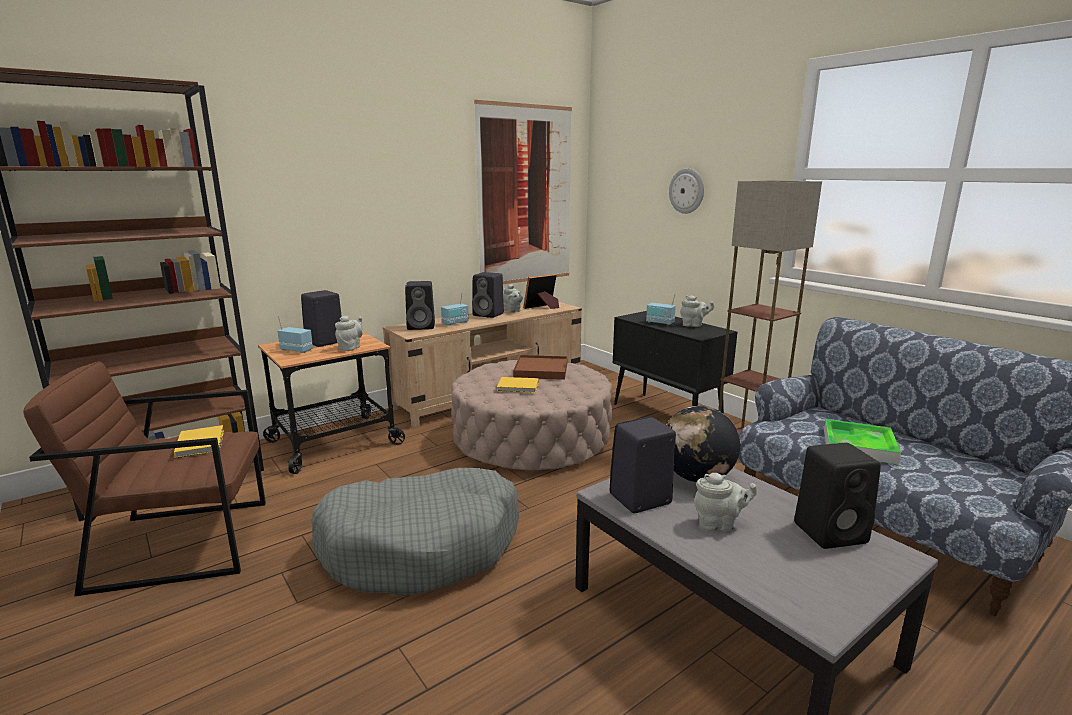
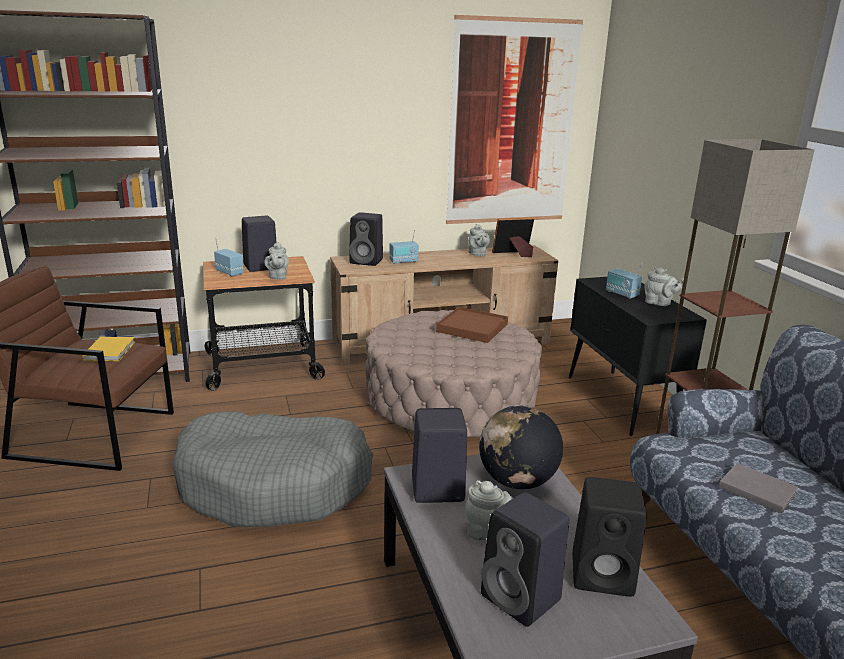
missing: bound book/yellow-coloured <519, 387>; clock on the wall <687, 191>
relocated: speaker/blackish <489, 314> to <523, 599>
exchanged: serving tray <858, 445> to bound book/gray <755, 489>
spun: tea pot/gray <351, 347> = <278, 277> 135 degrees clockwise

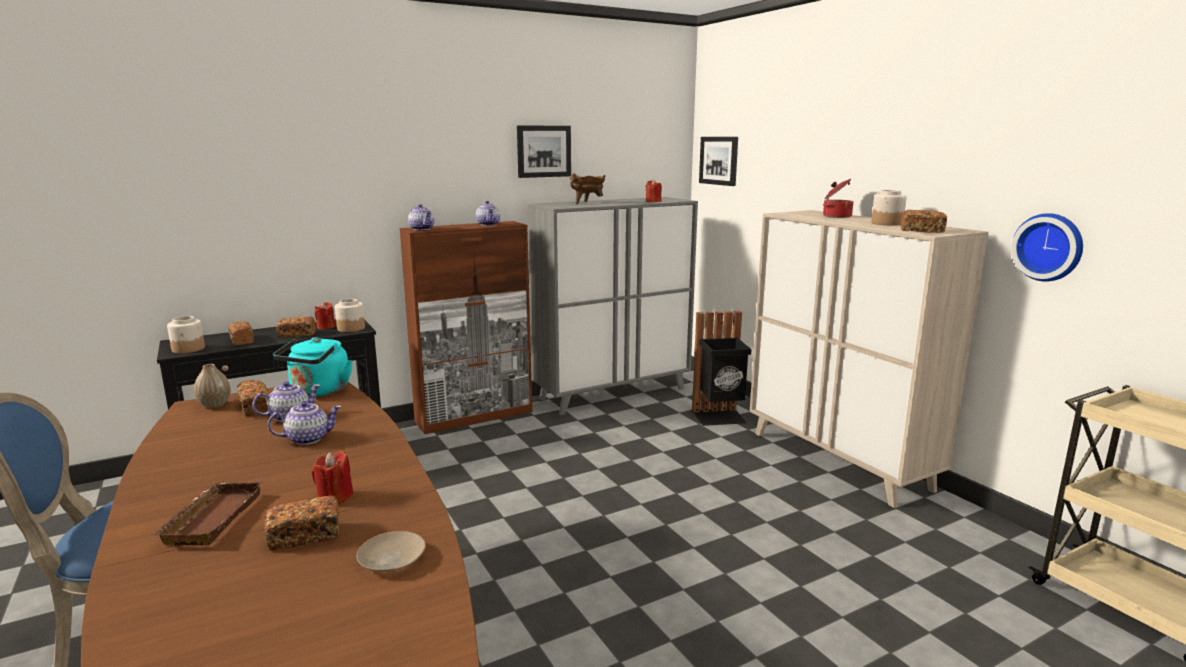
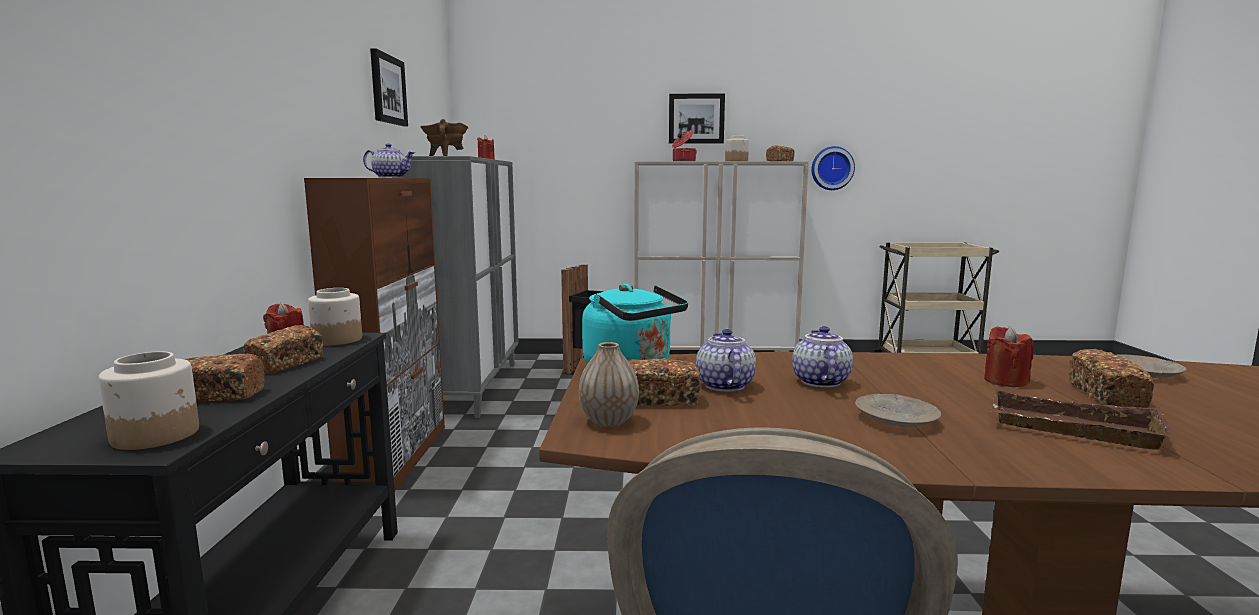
missing: tea pot <422, 229>
appeared: plate/beige <896, 419>
relocated: wall picture <719, 160> to <696, 119>

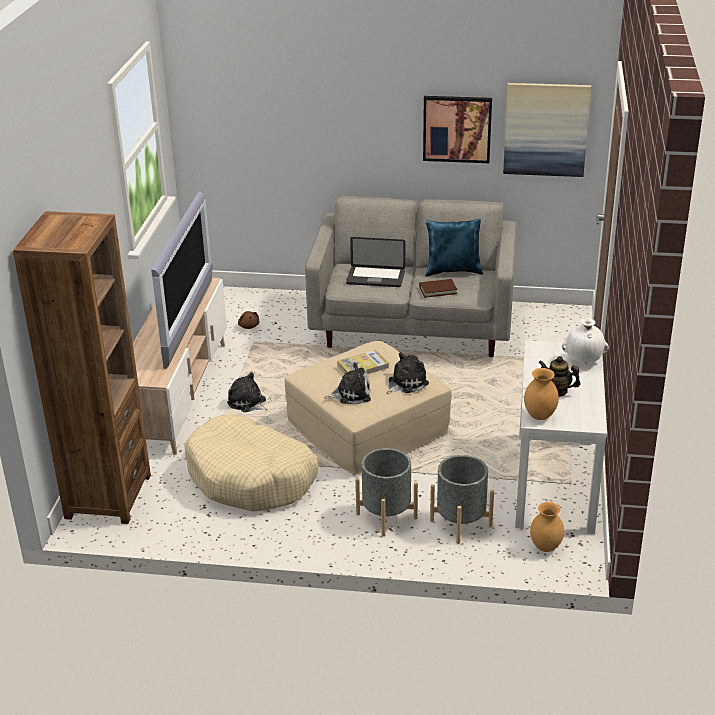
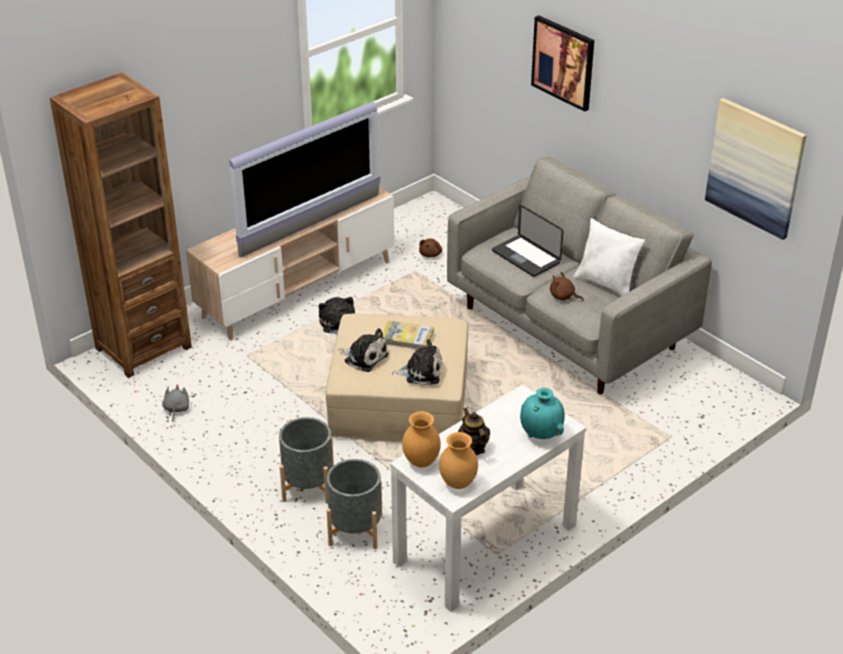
missing: dog cushion/beige <251, 477>
appeared: plush toy/gray <176, 410>
relocated: flower vase/brown <546, 547> to <458, 483>; wall picture <457, 128> to <563, 62>
exchanged: bound book/brown <438, 290> to plush toy/brown <563, 297>
colour: flower vase/white <584, 362> to flower vase/turquoise-coloured <541, 435>; pillow/blue-coloured <453, 271> to pillow/white <607, 284>

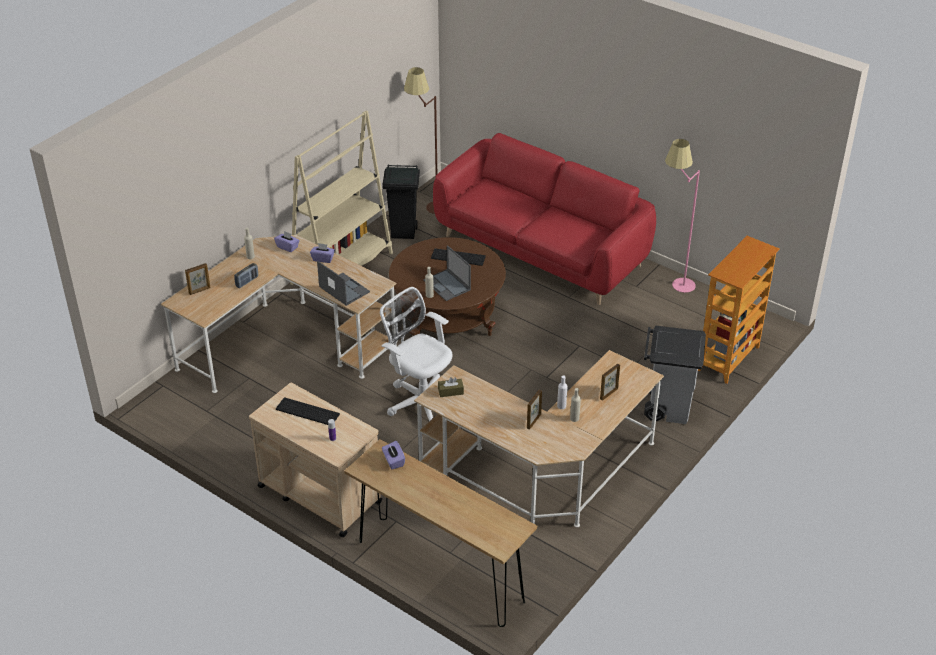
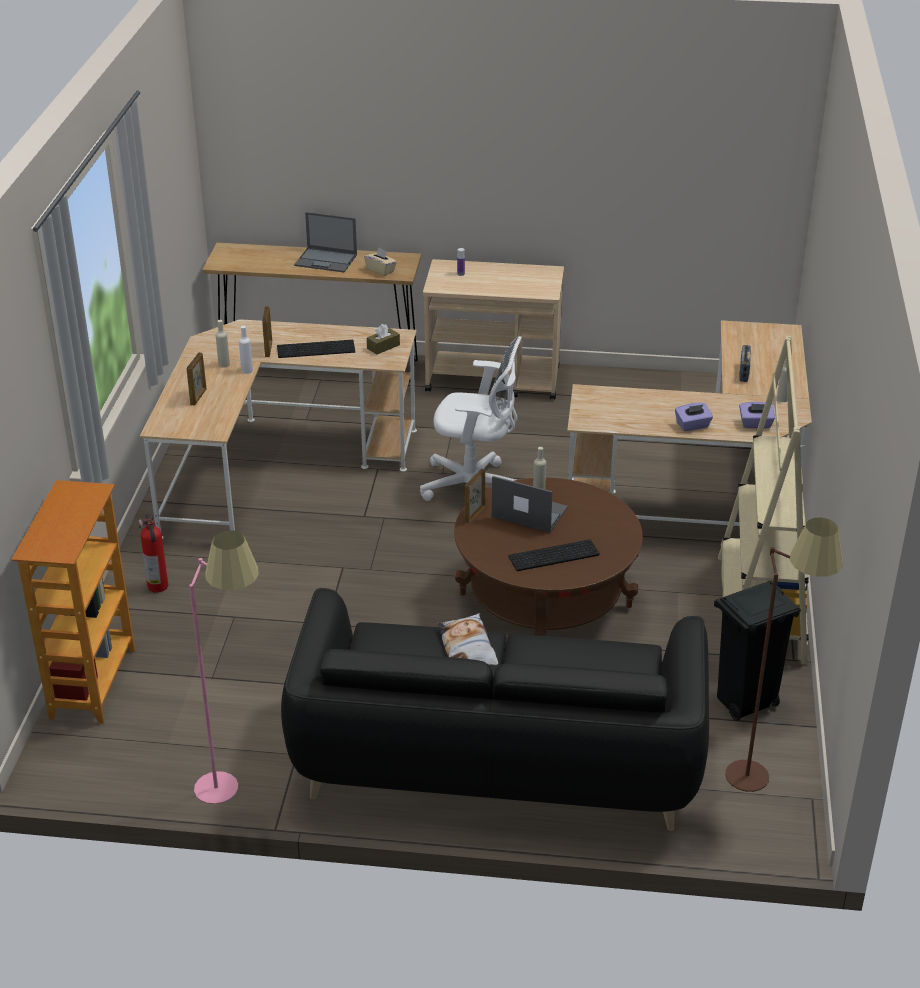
appeared: pillow <468, 648>
relocated: keyboard <306, 412> to <316, 348>; notebook computer <343, 289> to <326, 260>; standing frame <199, 291> to <474, 514>
exchanged: trash can/gray <667, 406> to fire-fighting cylinder <158, 587>
colour: settee/red-coloured <541, 251> to settee/blackish <497, 760>; tissue box/purplish <393, 461> to tissue box/beige <381, 270>

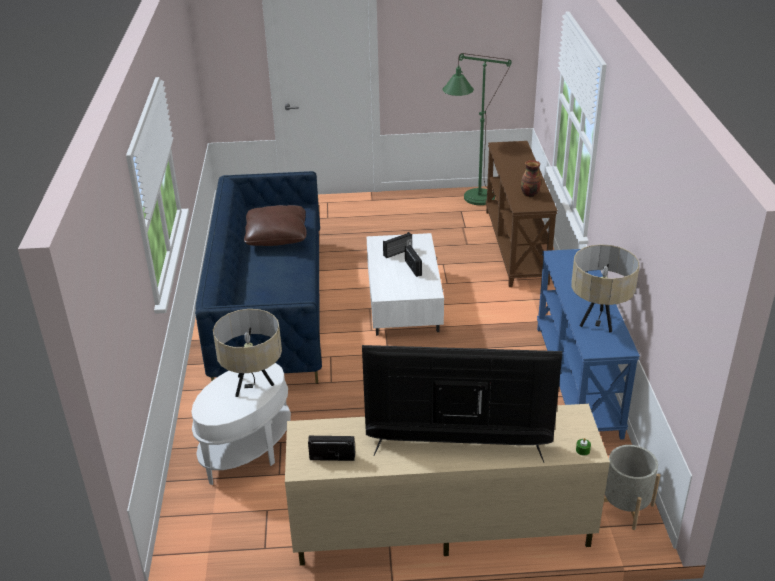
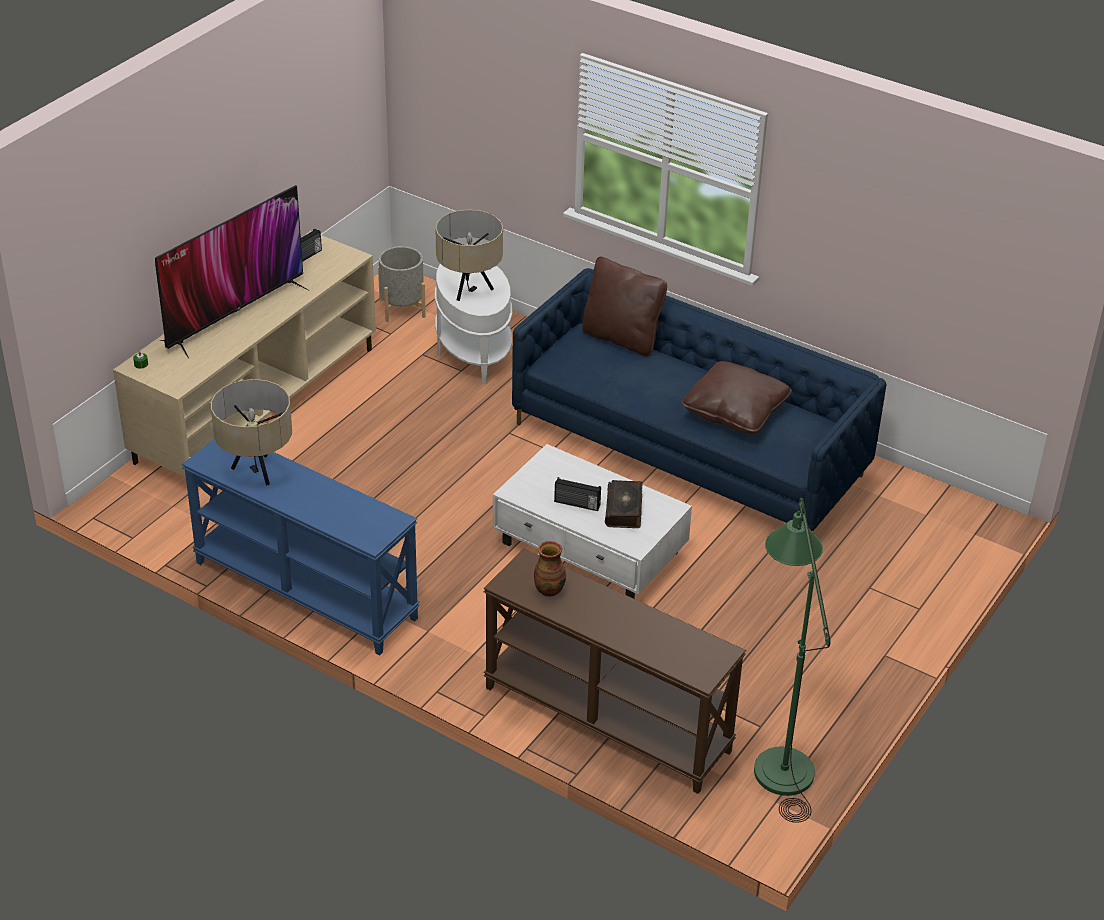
appeared: pillow/brown <622, 338>
relocated: flower pot/gray <625, 507> to <402, 308>
exchanged: radio receiver <398, 252> to bound book <624, 510>

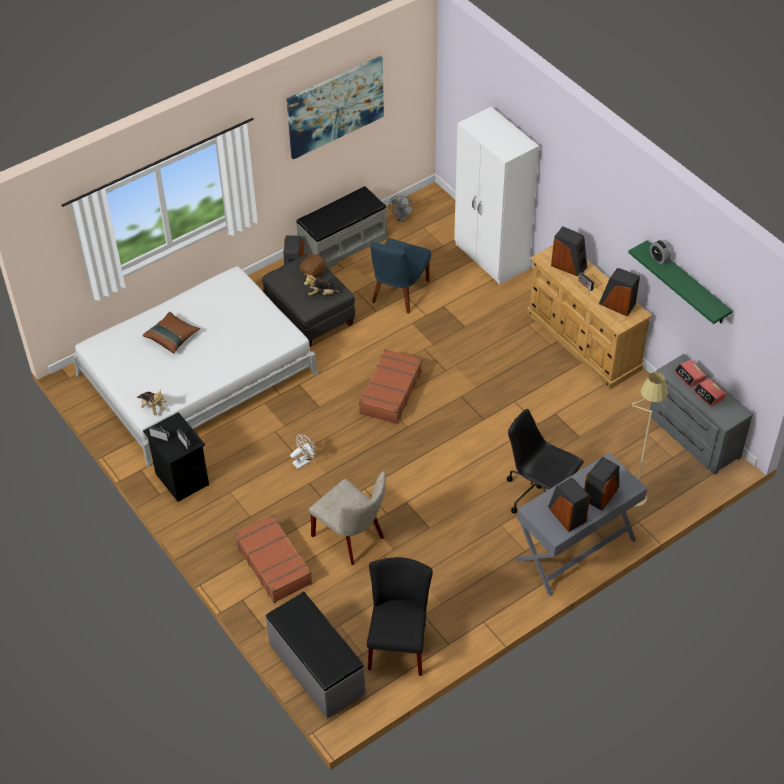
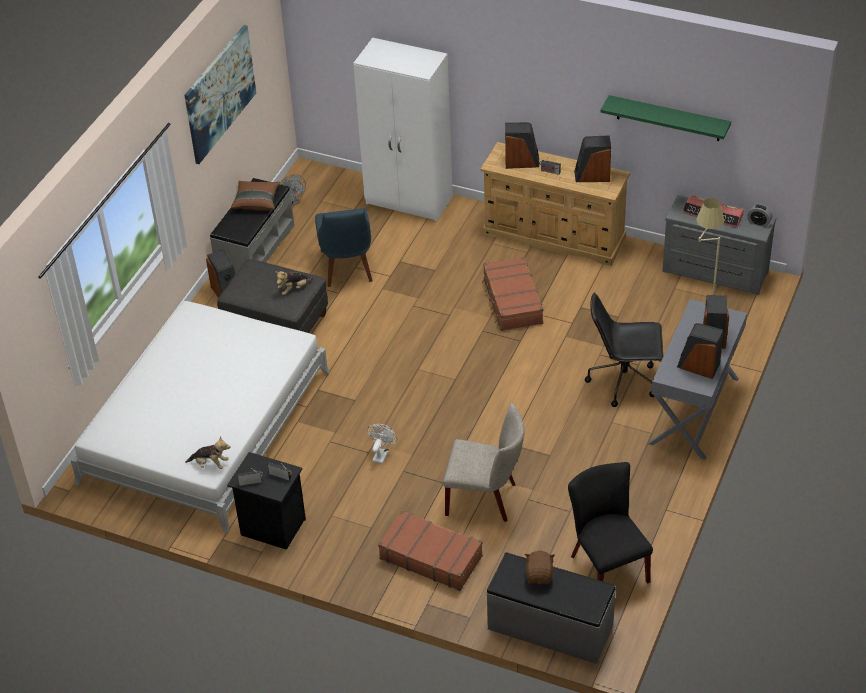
relocated: pillow/brown <172, 338> to <257, 202>; travel case/brown <390, 392> to <512, 301>; plush toy/brown <313, 273> to <539, 575>; table clock <659, 258> to <759, 222>

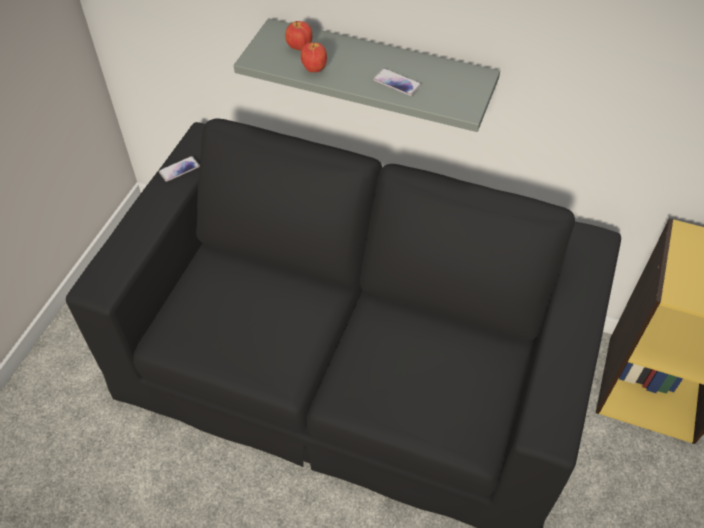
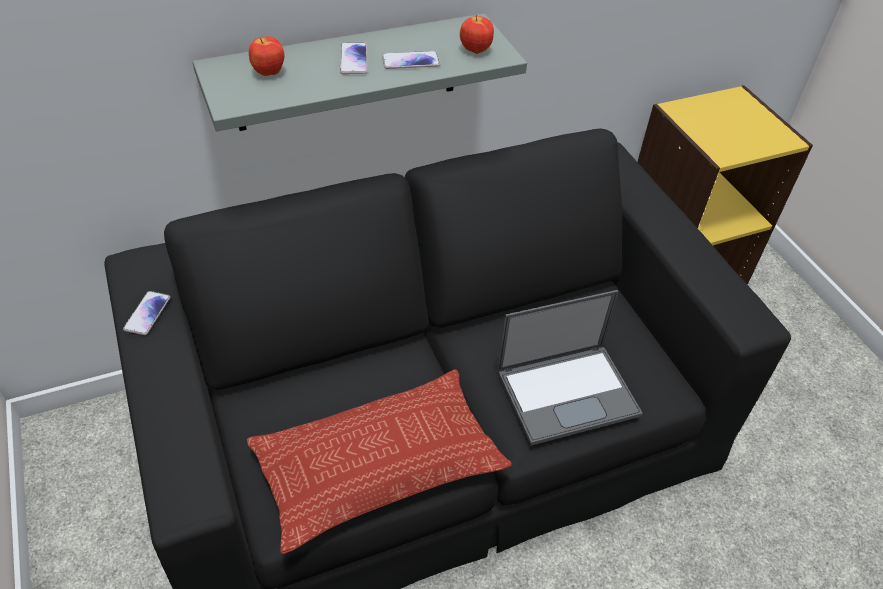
appeared: pillow <378, 464>; telephone <353, 59>; notebook computer <568, 392>
relocated: apple <314, 69> to <475, 50>

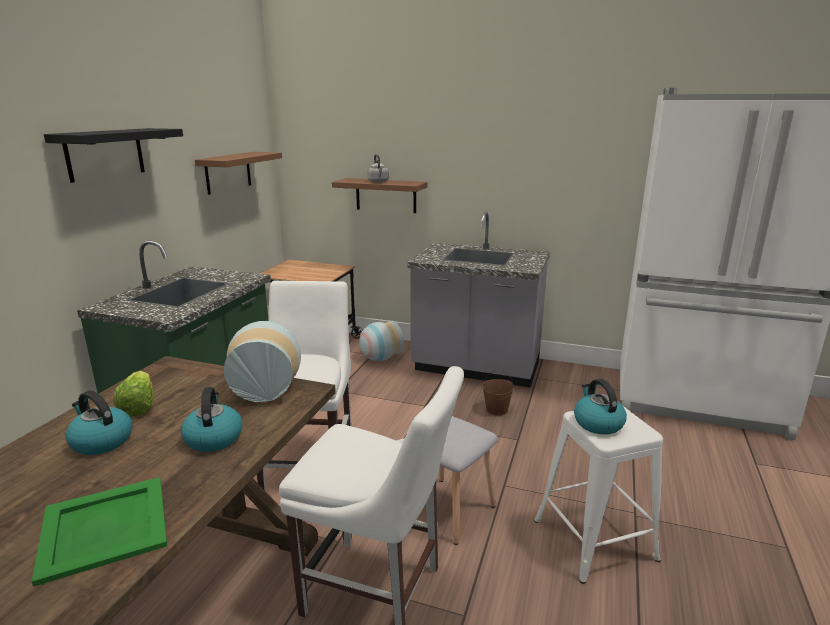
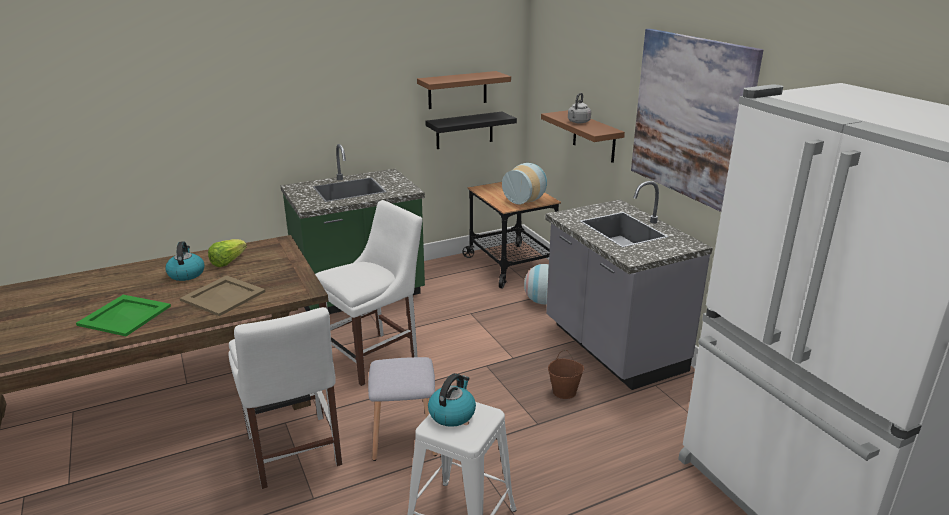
appeared: wall picture <690, 118>
relocated: wall shelf/blackish <105, 154> to <464, 130>; flower vase <267, 389> to <526, 201>
exchanged: kettle <213, 438> to serving tray/beige <222, 296>

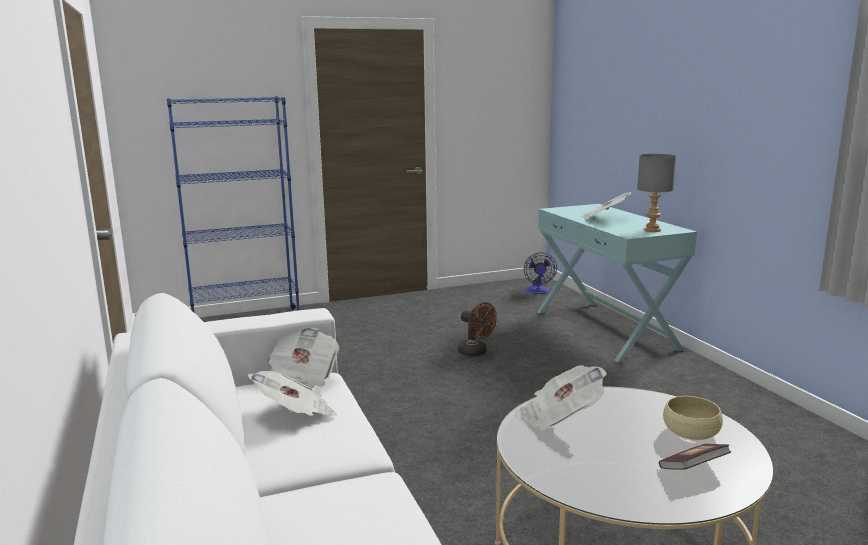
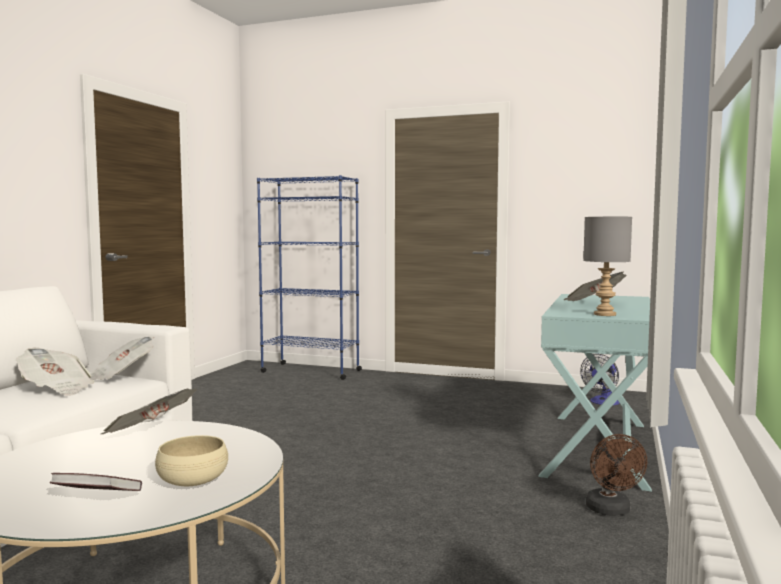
relocated: electric fan/brown <476, 353> to <611, 511>

